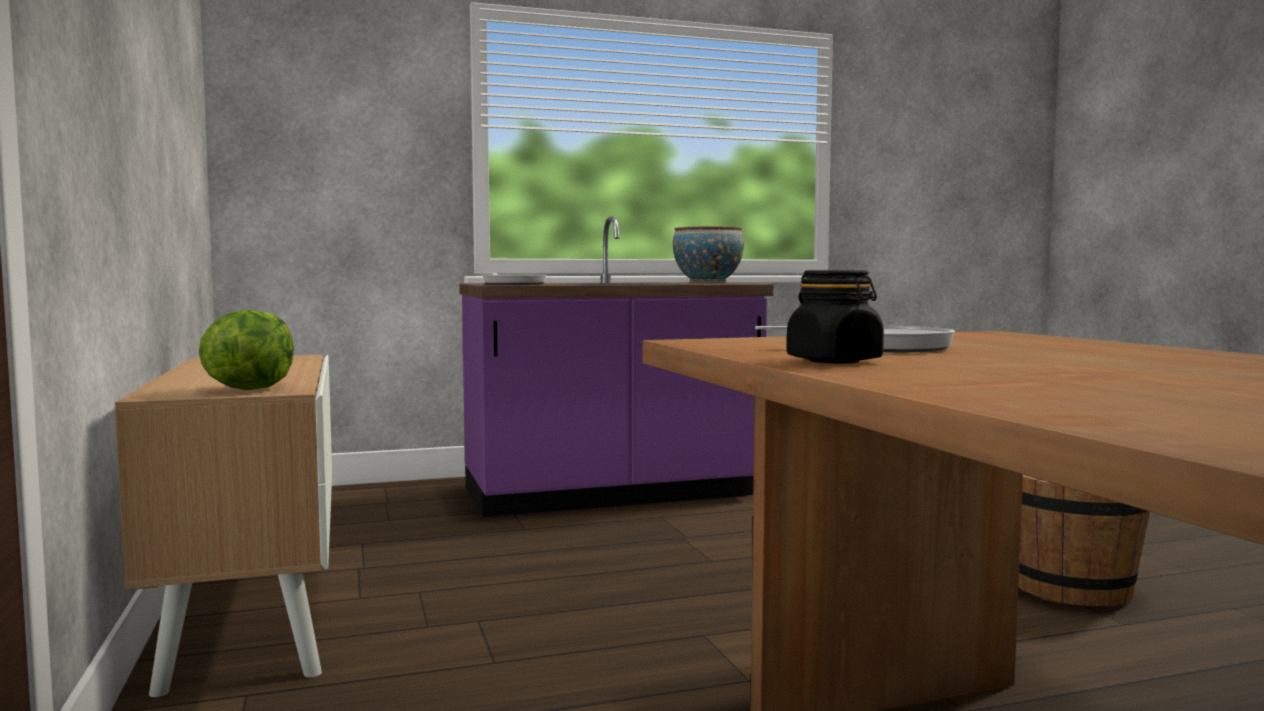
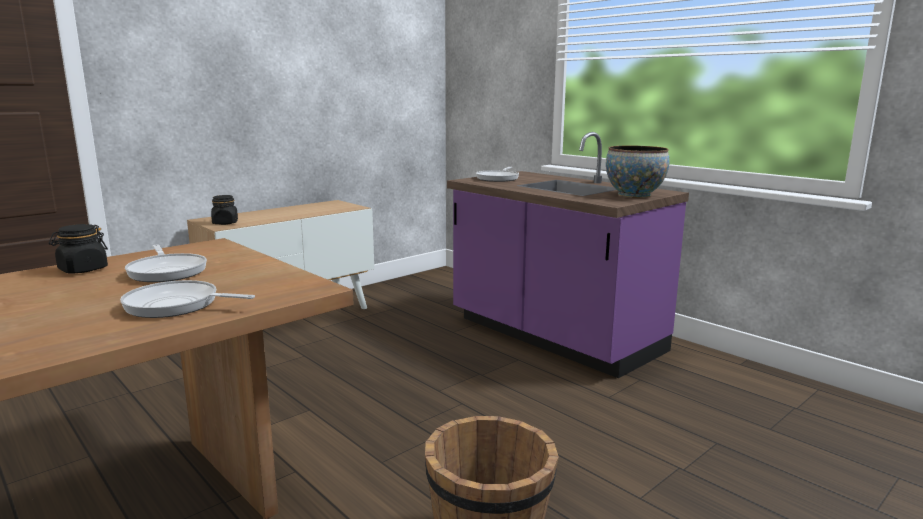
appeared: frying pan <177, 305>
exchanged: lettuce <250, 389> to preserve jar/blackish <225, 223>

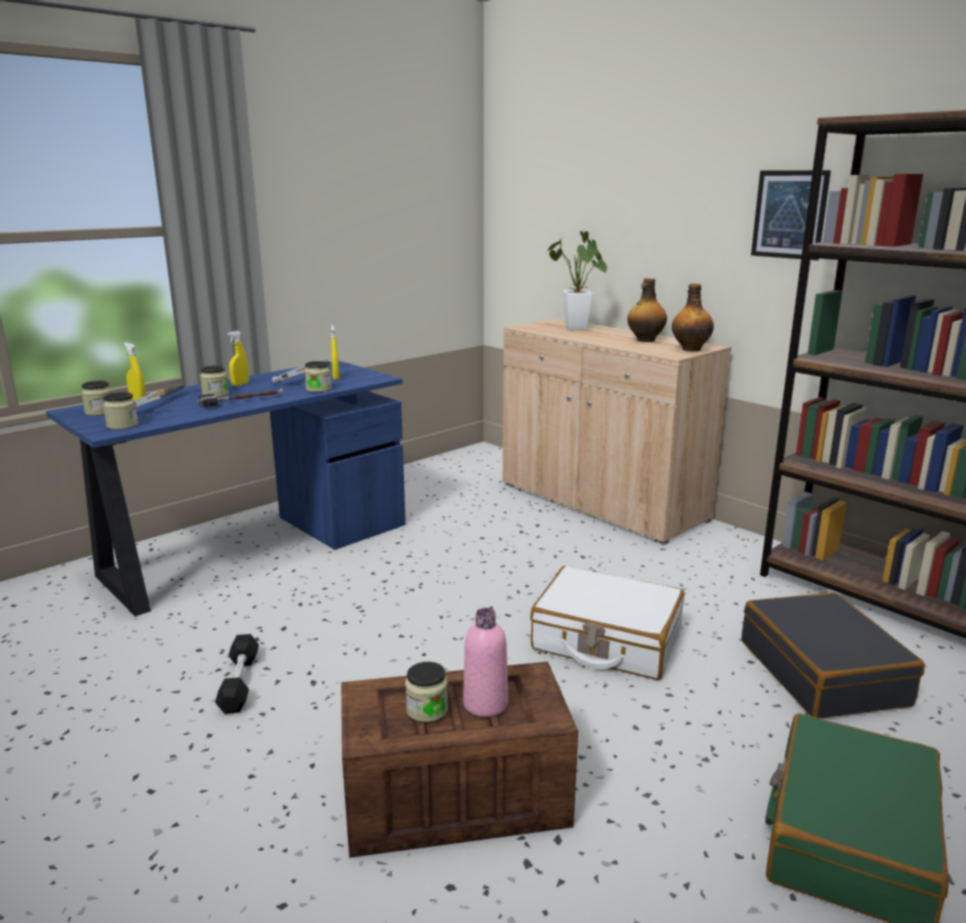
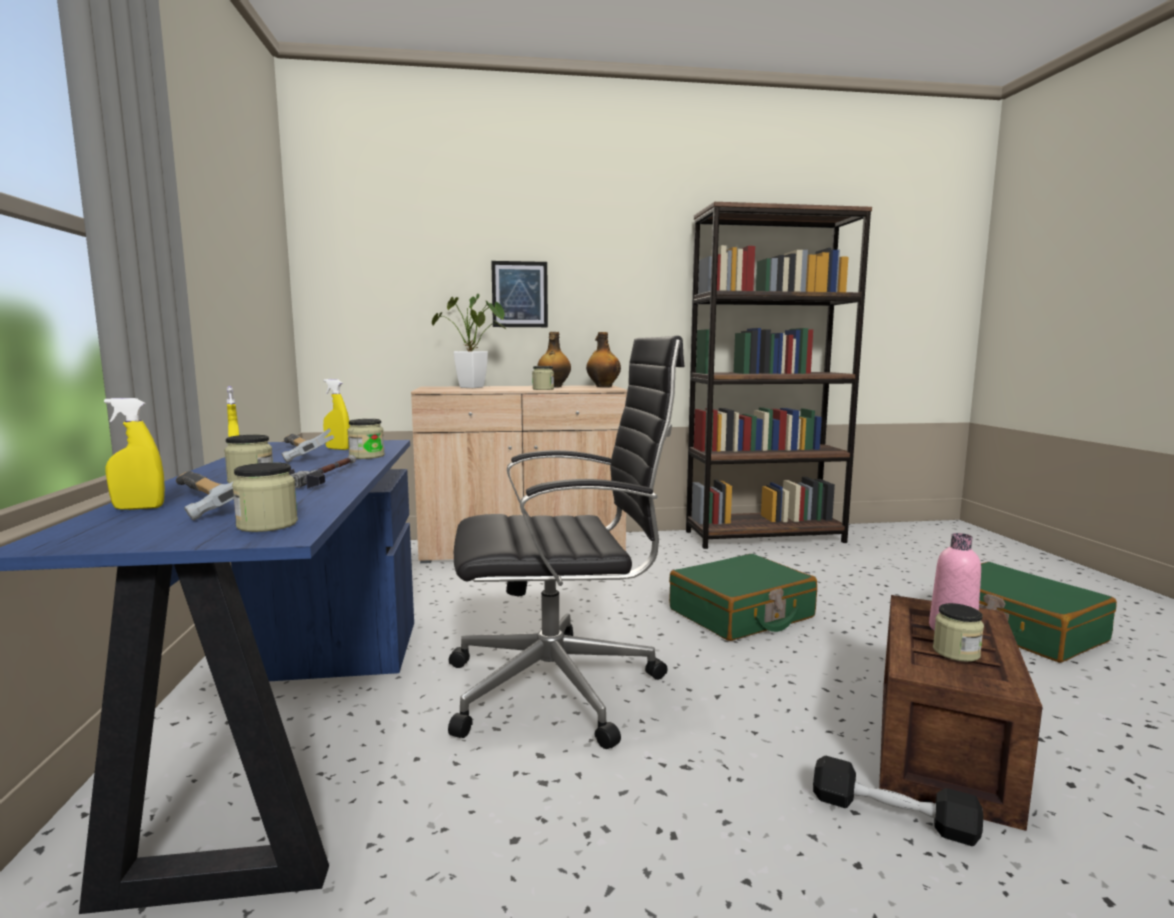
missing: travel case/blackish <823, 672>
appeared: desk chair/blackish <560, 687>
relocated: wall picture <789, 214> to <519, 294>; preserve jar <100, 412> to <543, 389>; dumbbell/blackish <239, 683> to <892, 815>
colour: travel case/white <606, 640> to travel case/green <741, 614>

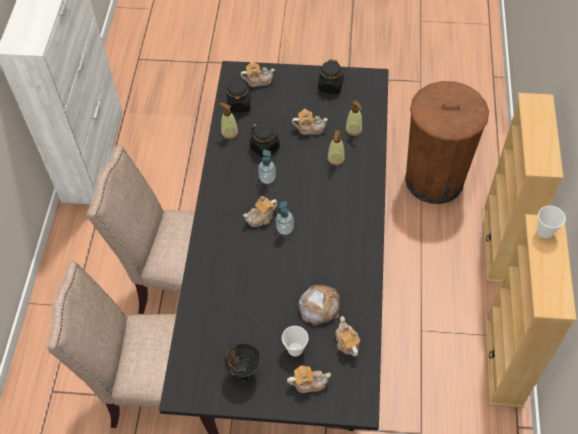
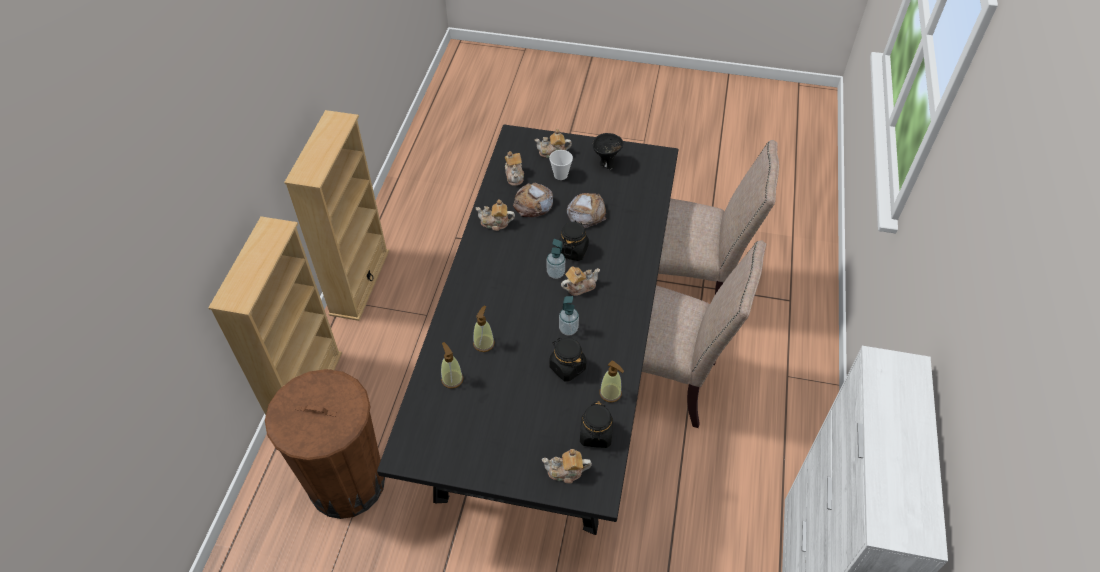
missing: drinking cup <545, 232>
appeared: baked bread <586, 213>
relocated: tea pot <310, 128> to <495, 223>; preserve jar/blackish <330, 86> to <572, 250>

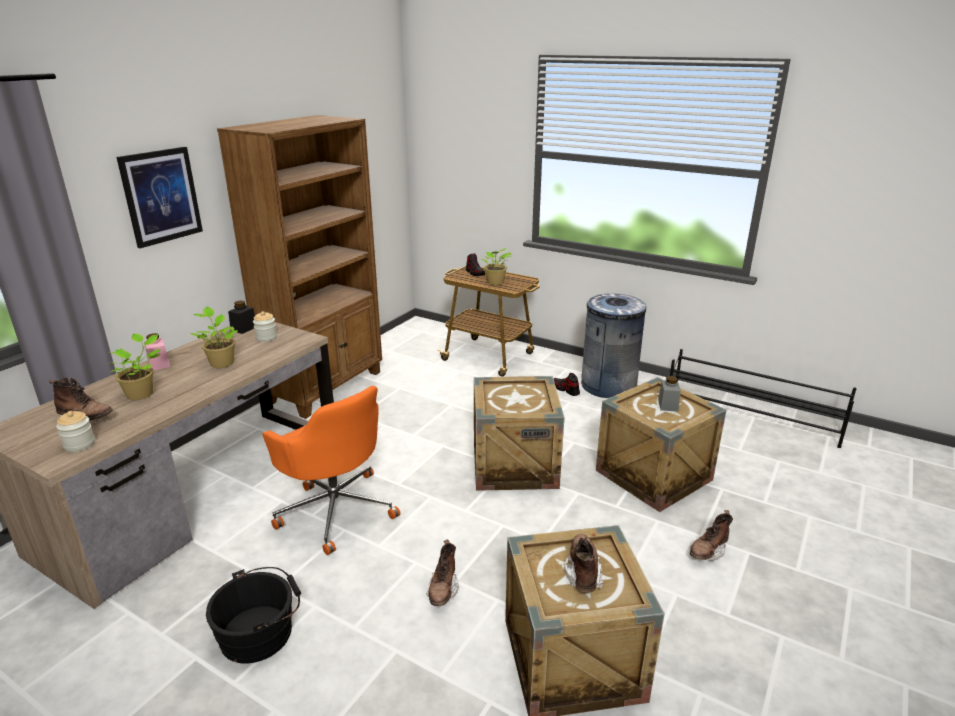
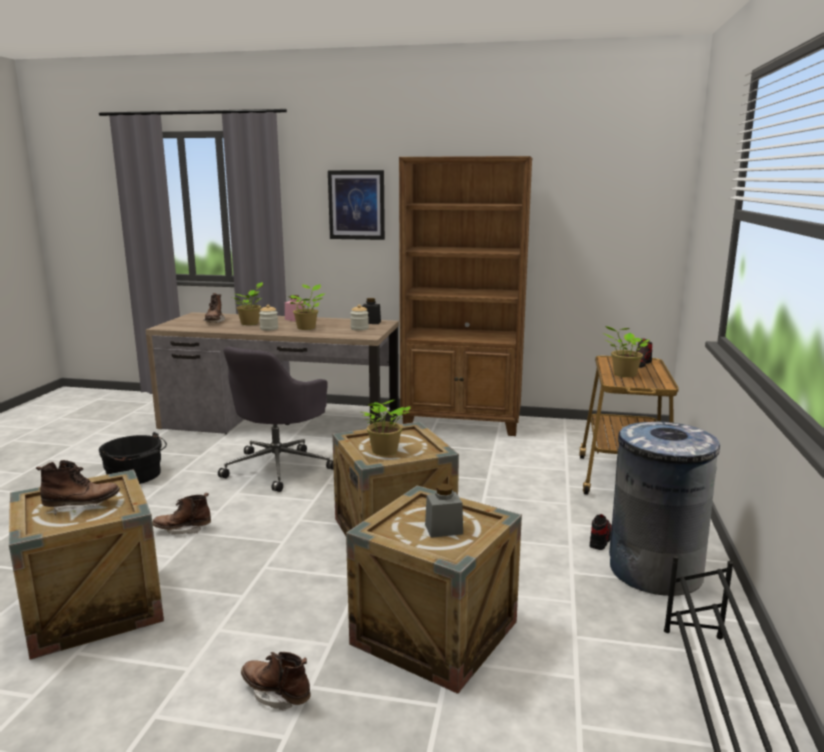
appeared: houseplant <384, 452>
relocated: preserve jar <79, 444> to <269, 329>
colour: desk chair/orange <336, 509> to desk chair/gray <279, 467>

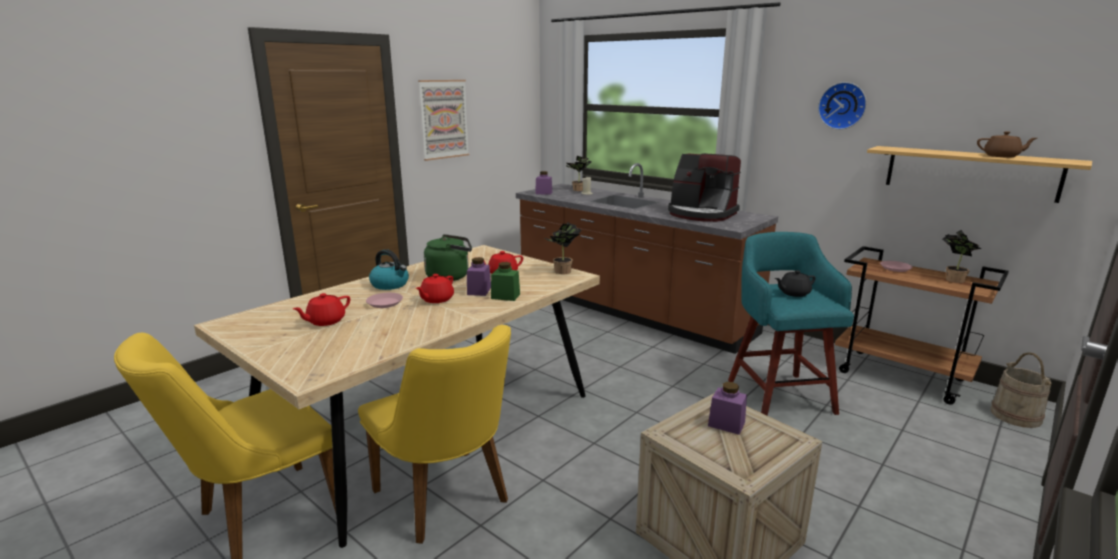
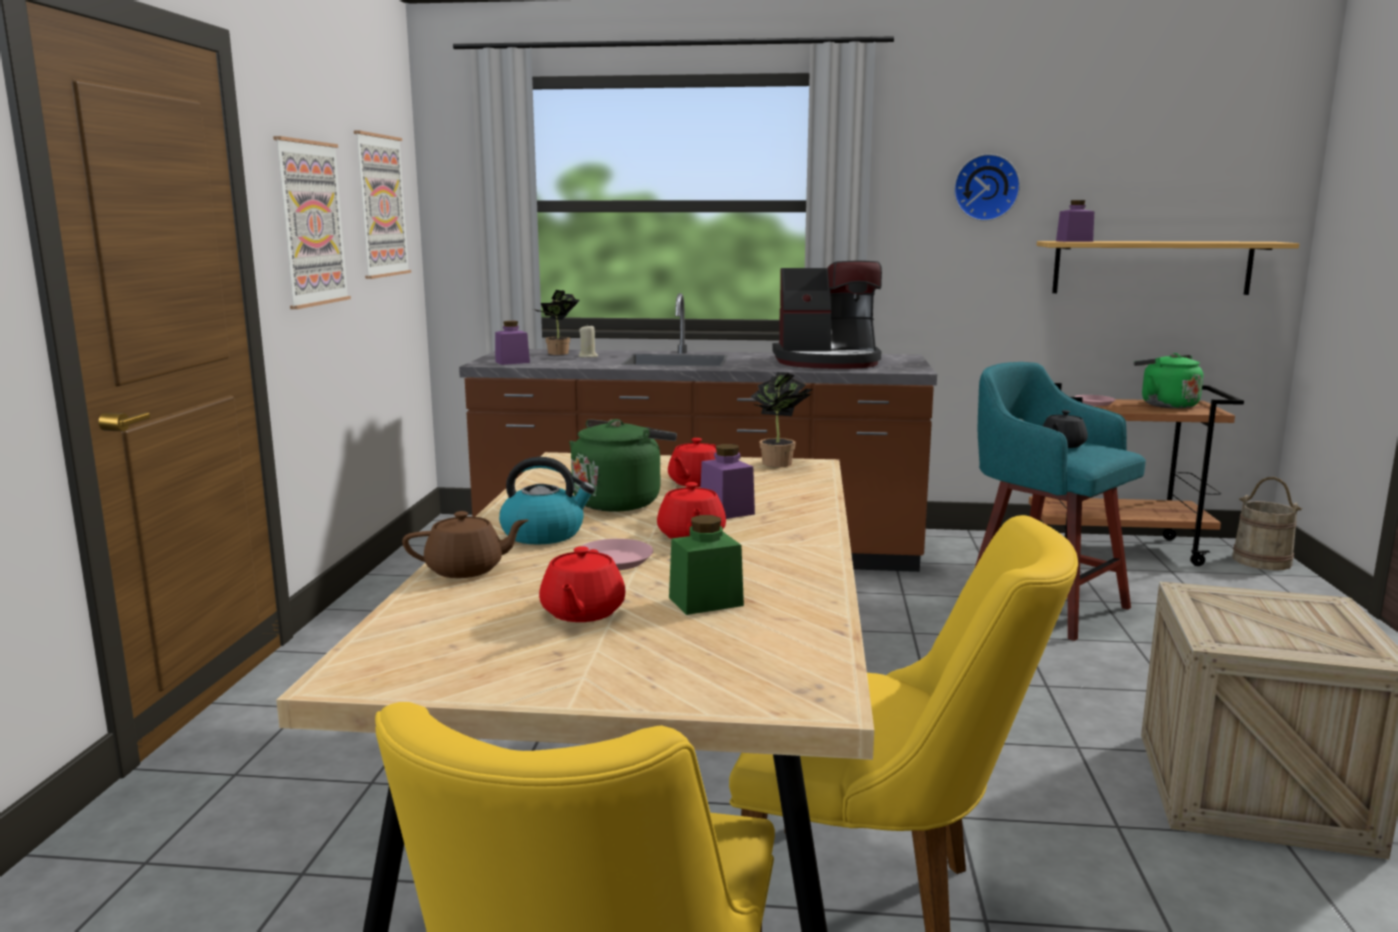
appeared: wall picture <381, 206>
relocated: tea pot/brown <1002, 156> to <466, 570>; preserve jar/green <505, 296> to <706, 601>; preserve jar/purplish <726, 424> to <1074, 241>
exchanged: houseplant <952, 279> to kettle/green <1165, 405>

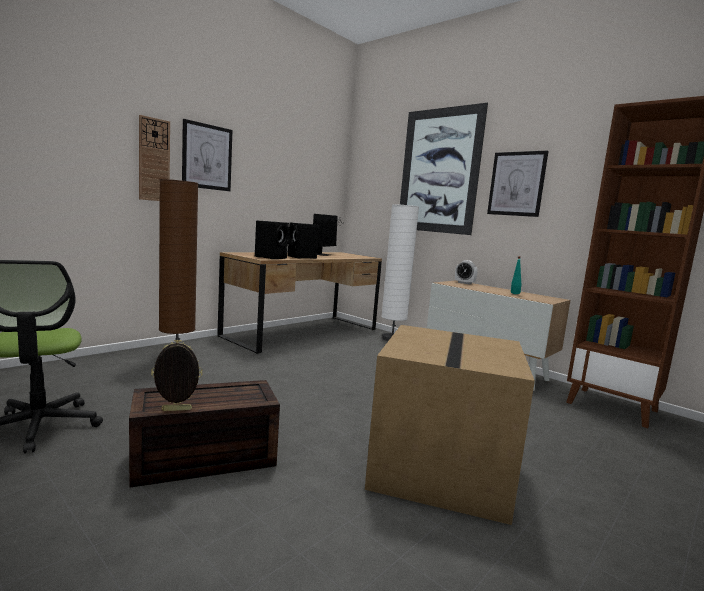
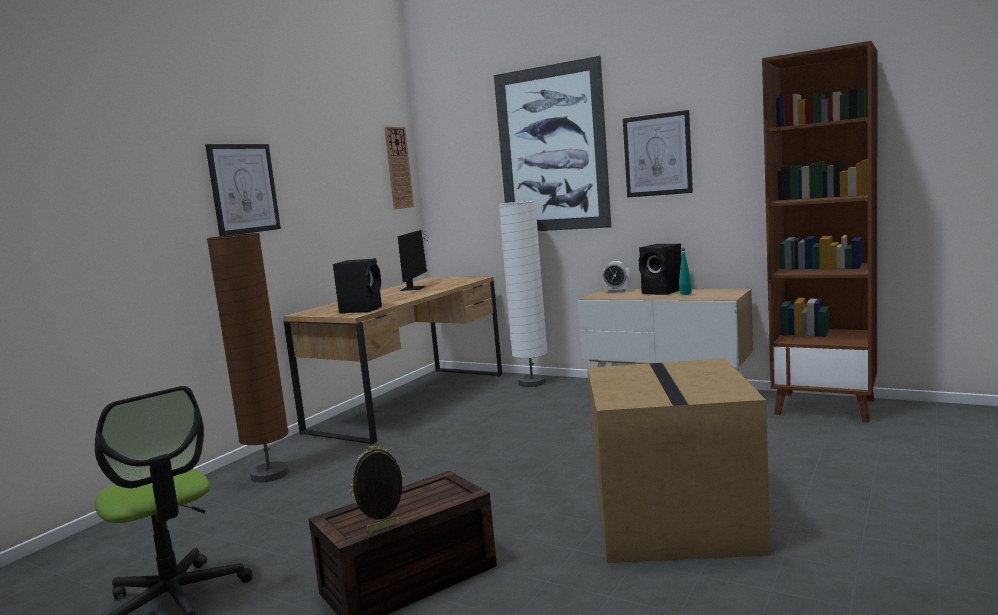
relocated: clock on the wall <154, 160> to <398, 168>; speaker/blackish <302, 257> to <663, 292>

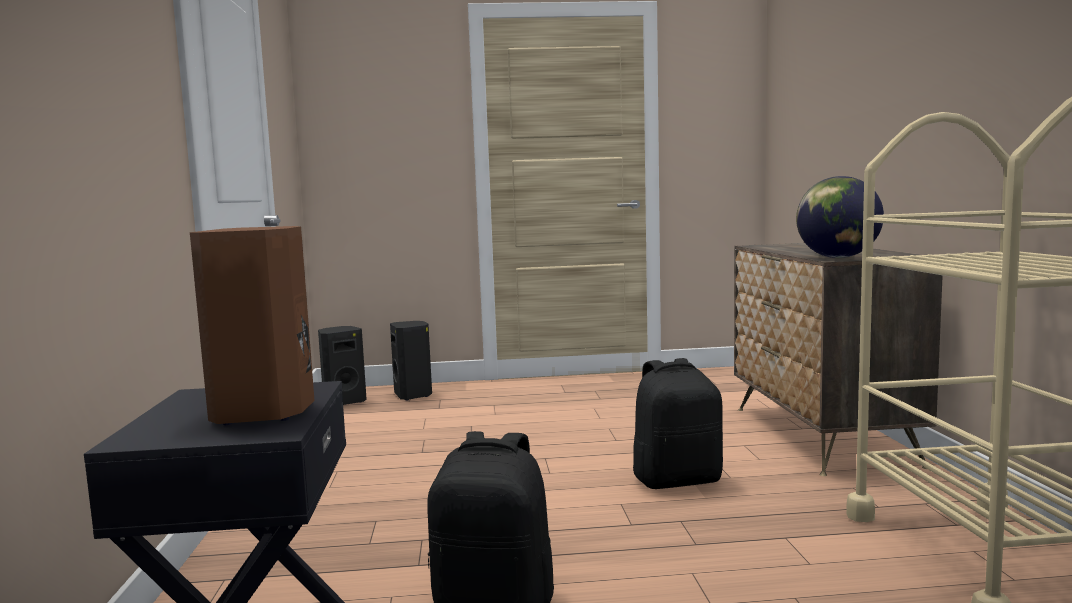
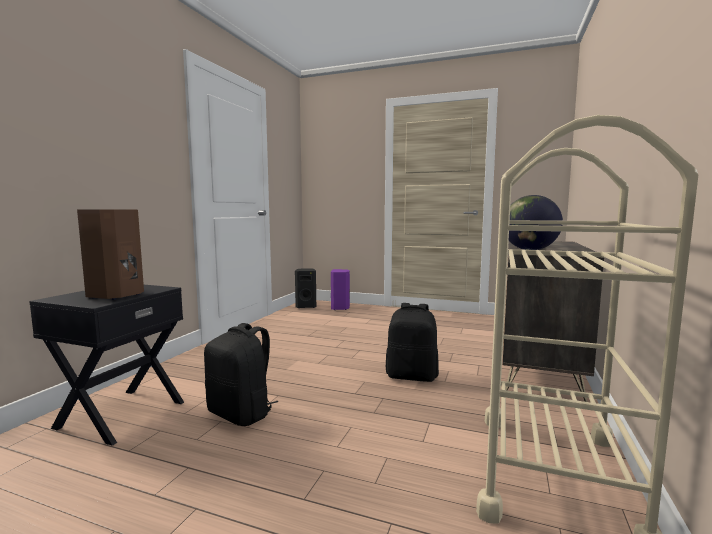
colour: speaker/blackish <413, 395> to speaker/purplish <340, 308>

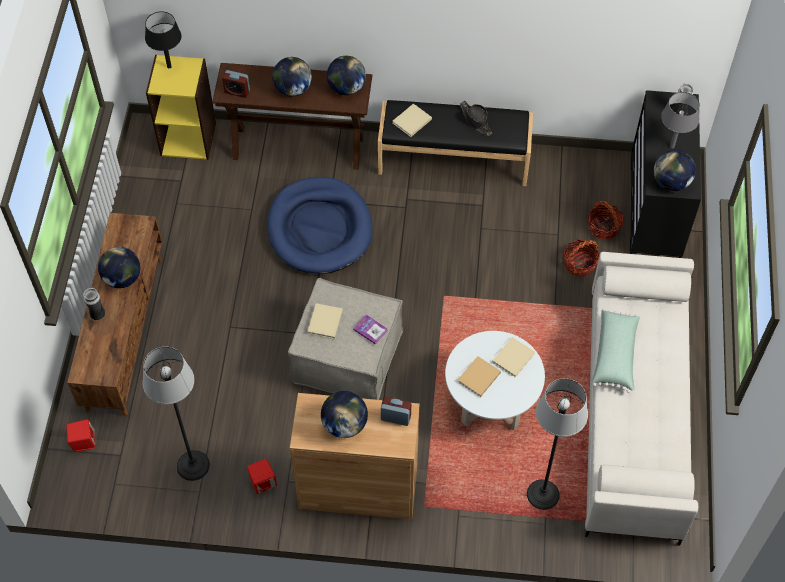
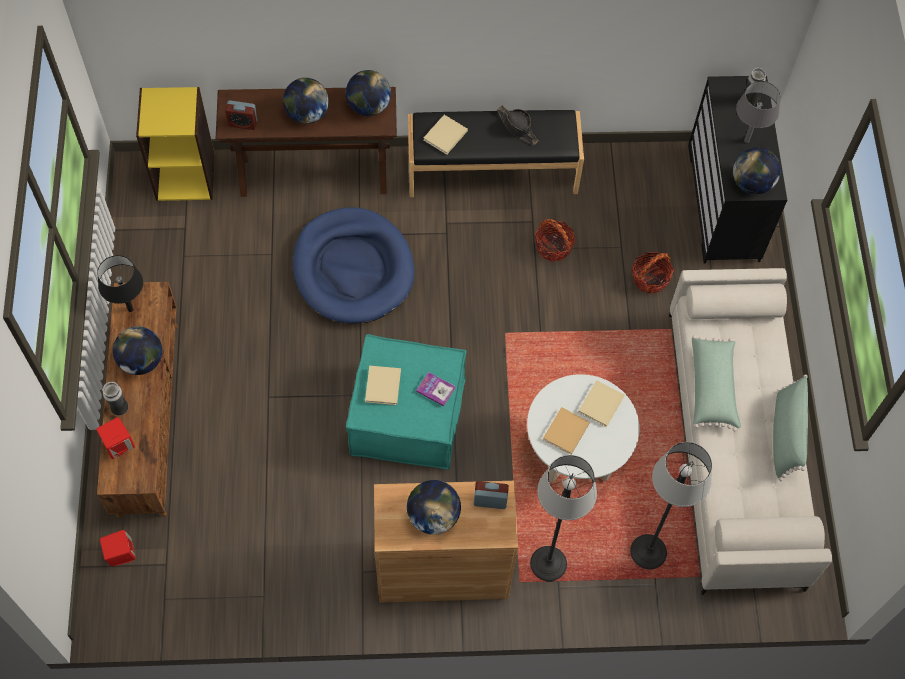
appeared: pillow/green <785, 435>
relocated: speaker/red-coloured <263, 482> to <119, 444>; lamp for a table/blackish <169, 66> to <130, 309>; standard lamp <193, 465> to <548, 564>; household basket <603, 227> to <553, 247>
colour: ottoman/beige <347, 356> to ottoman/turquoise-coloured <407, 416>

